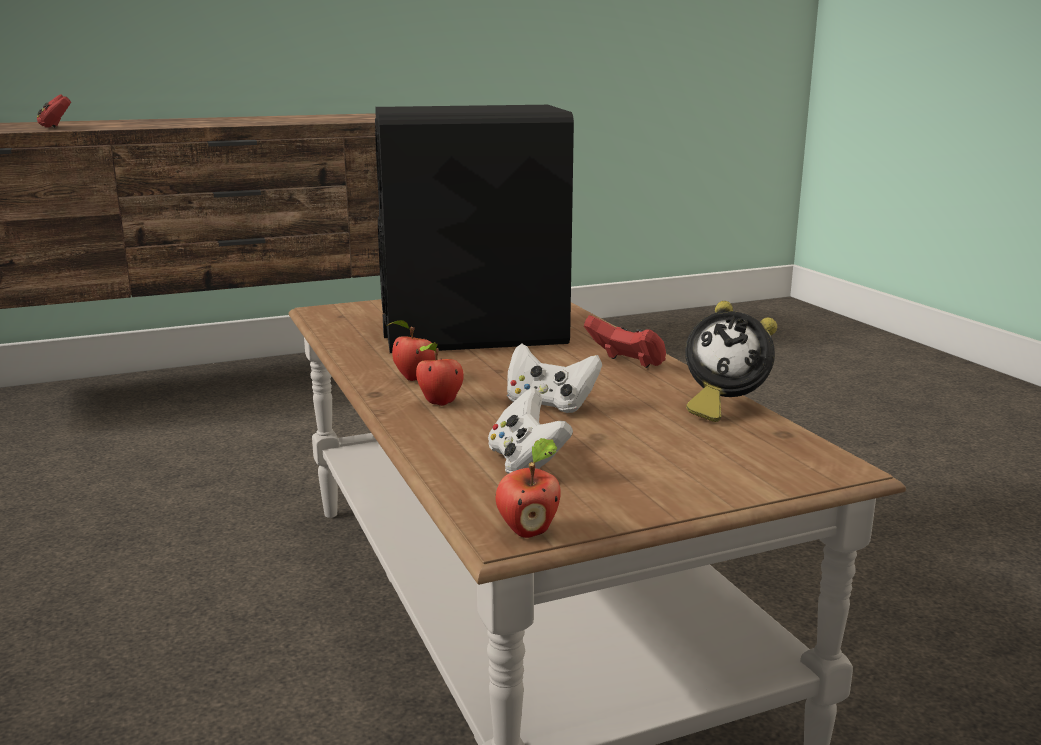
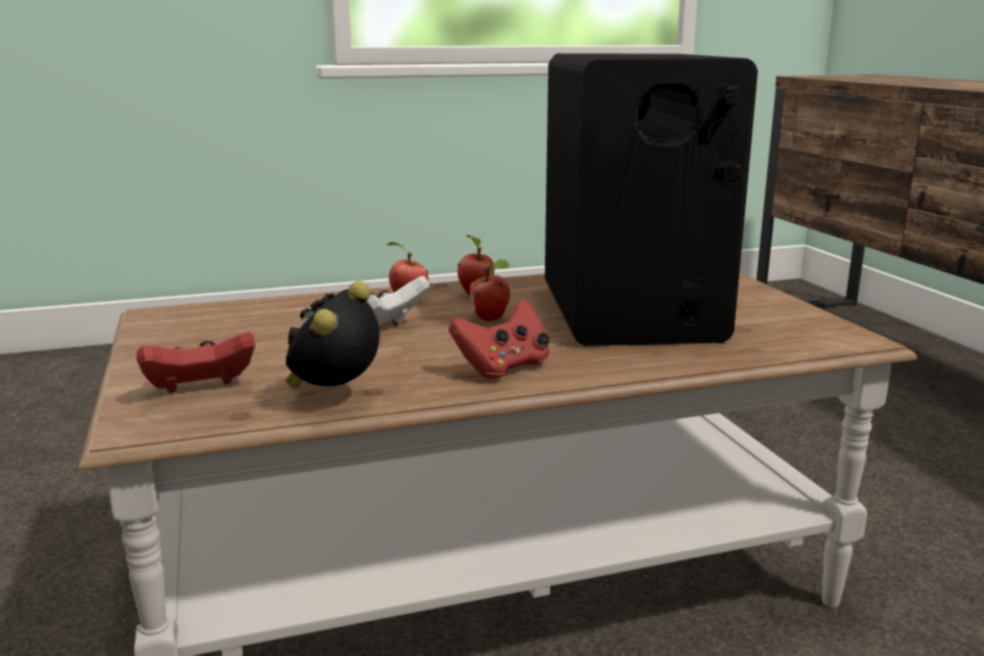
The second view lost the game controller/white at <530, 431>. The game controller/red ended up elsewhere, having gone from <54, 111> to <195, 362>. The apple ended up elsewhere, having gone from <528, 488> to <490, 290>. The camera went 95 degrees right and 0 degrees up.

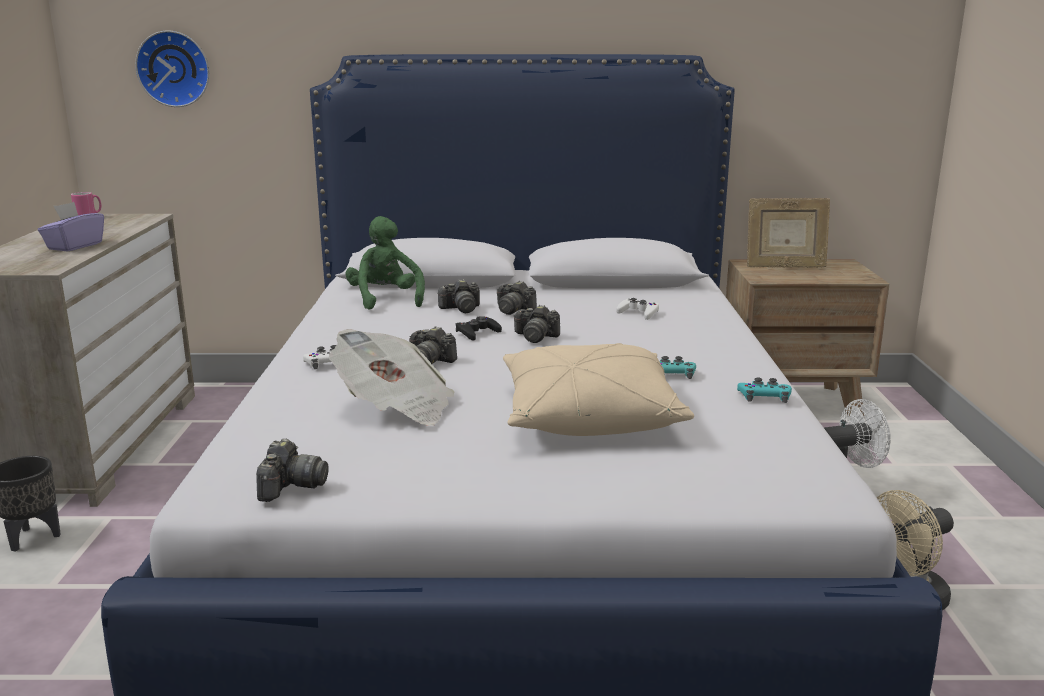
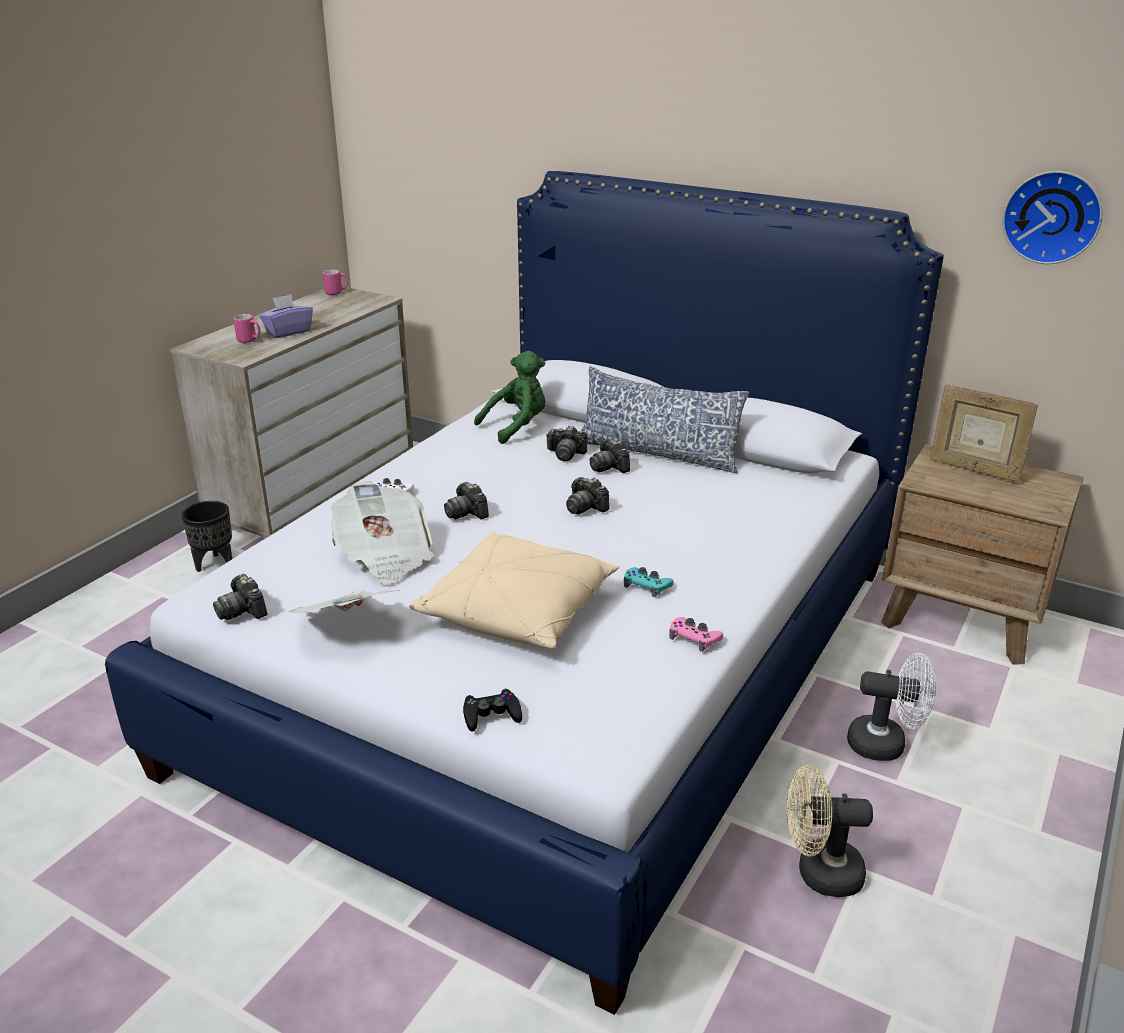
The second view lost the game controller/white at <637, 309>. The second view gained the mug/pink at <246, 328>. The second view gained the newspaper at <344, 601>. The second view gained the pillow at <665, 419>. The wall clock ended up elsewhere, having gone from <172, 68> to <1052, 217>. The game controller/black ended up elsewhere, having gone from <478, 328> to <492, 710>. What was the game controller/turquoise at <764, 390> turned into the game controller/pink at <696, 634>. The photo camera at <292, 470> ended up facing another way, 105 degrees clockwise from before. The plush toy/green at <385, 263> ended up facing another way, 45 degrees clockwise from before. The camera went 30 degrees right and 10 degrees up.

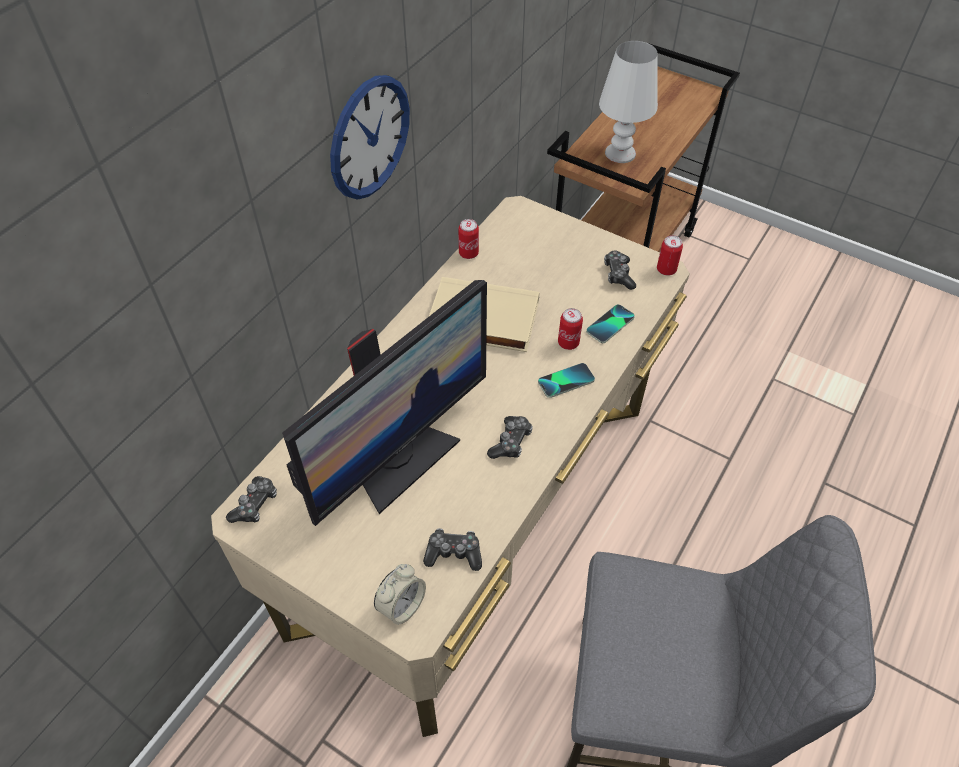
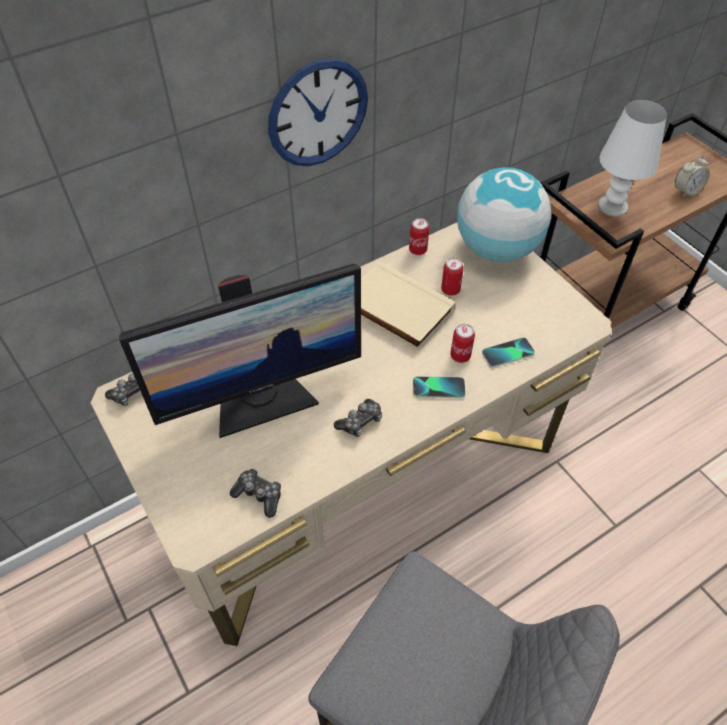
The second view lost the game controller at <620, 270>. The second view gained the globe at <504, 214>. The alarm clock ended up elsewhere, having gone from <400, 594> to <692, 176>. The can ended up elsewhere, having gone from <670, 255> to <452, 277>. The camera went 25 degrees right and 0 degrees up.

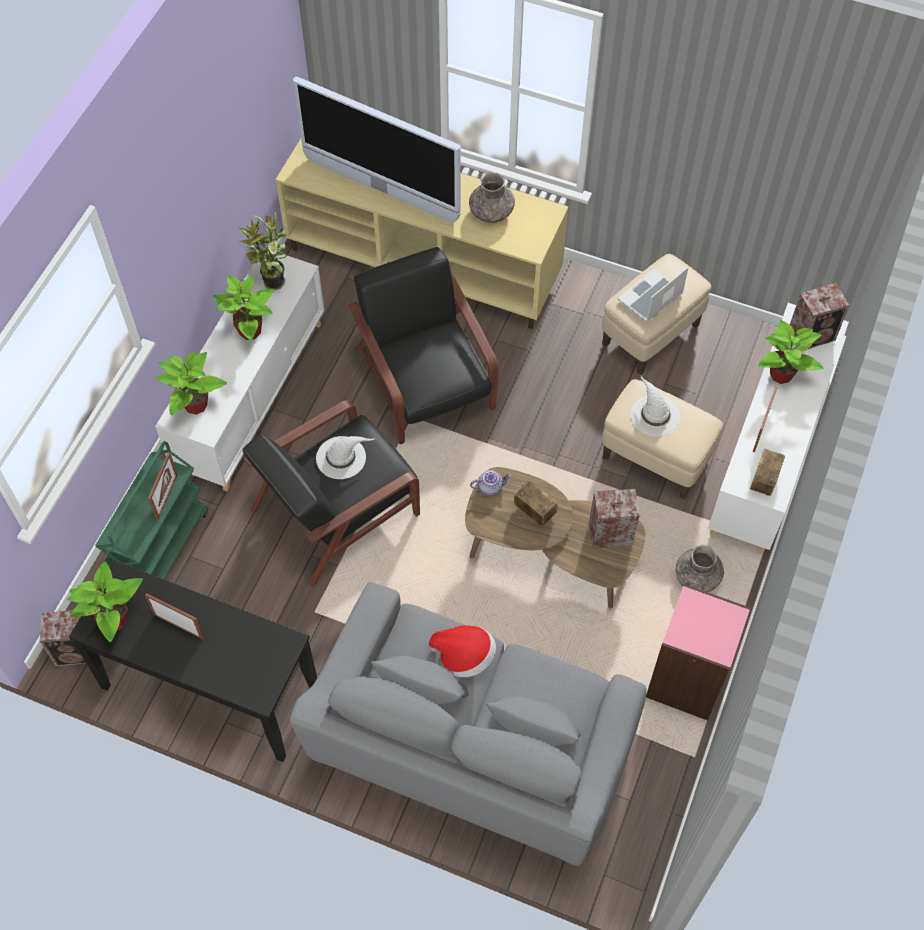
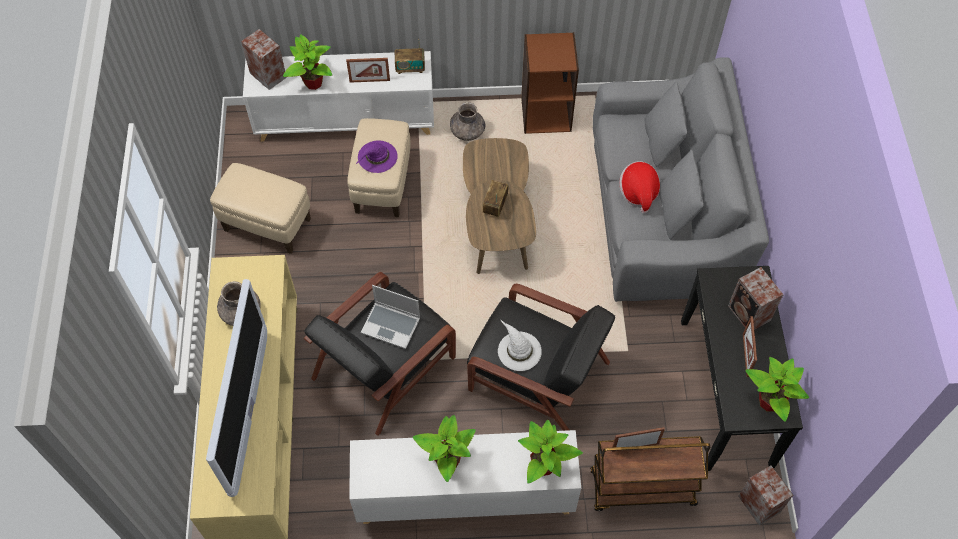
The second view lost the potted plant at <263, 250>. The second view lost the teapot at <490, 483>. The speaker ended up elsewhere, having gone from <614, 518> to <756, 298>. The laptop ended up elsewhere, having gone from <653, 295> to <390, 317>. What was the cart/green at <151, 510> turned into the cart/brown at <650, 473>. What was the hat/white at <655, 406> turned into the hat/purple at <377, 157>. What was the bookcase/pink at <698, 652> turned into the bookcase/brown at <550, 83>. The camera went 115 degrees left and 0 degrees up.

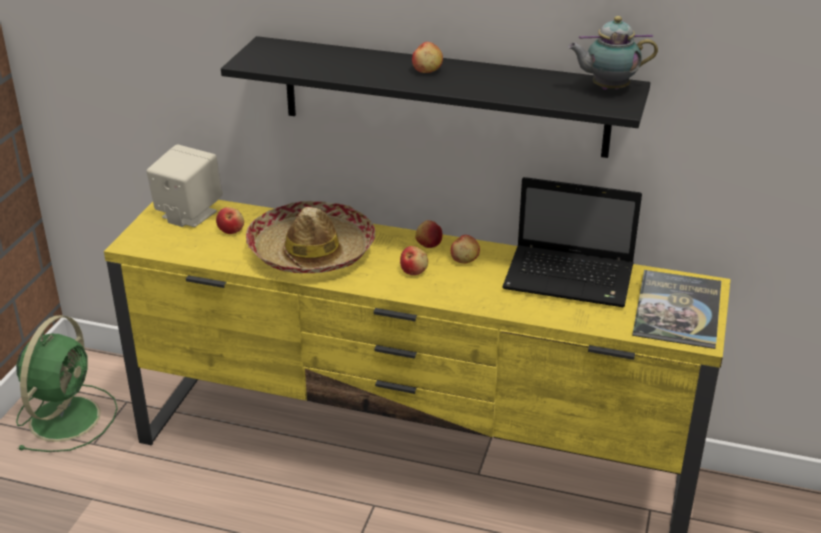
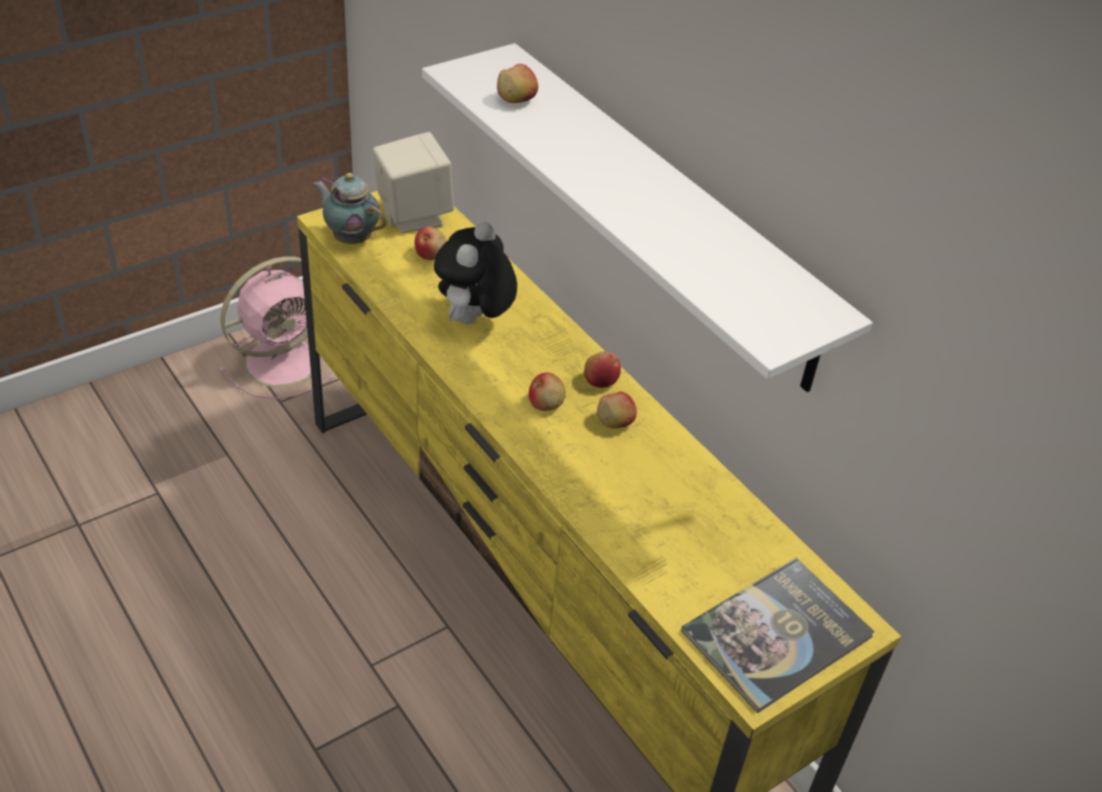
The second view lost the laptop at <572, 242>. The apple ended up elsewhere, having gone from <427, 57> to <517, 83>. The teapot ended up elsewhere, having gone from <613, 53> to <349, 208>. Where the hat stood at <310, 237>, the plush toy came to stand at <475, 273>. What was the fan/green at <67, 383> turned into the fan/pink at <276, 327>. What was the shelf/black at <435, 97> turned into the shelf/white at <647, 217>. The camera went 35 degrees right and 10 degrees up.

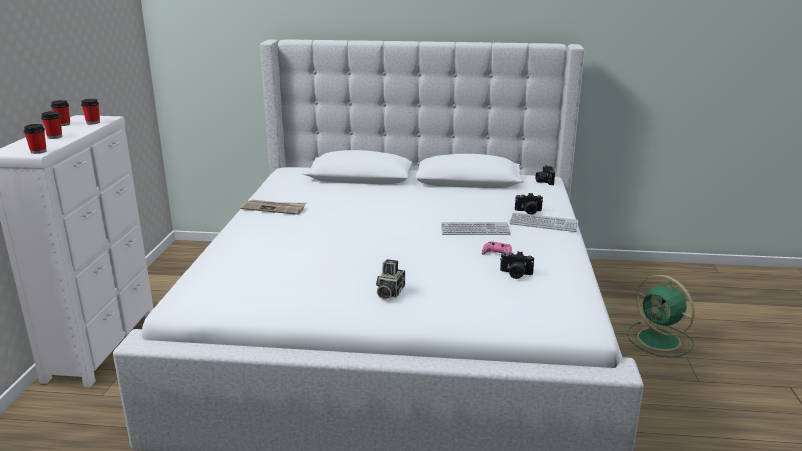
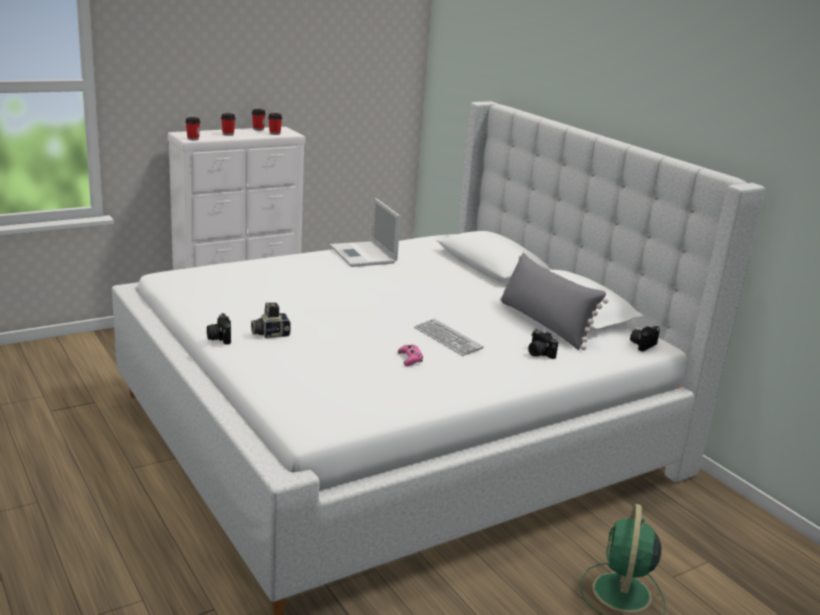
The second view lost the keyboard at <544, 222>. The second view gained the pillow/grey at <554, 301>. The photo camera ended up elsewhere, having gone from <517, 265> to <219, 329>. Where the newspaper stood at <273, 207>, the laptop came to stand at <365, 232>. The camera went 50 degrees right and 0 degrees up.

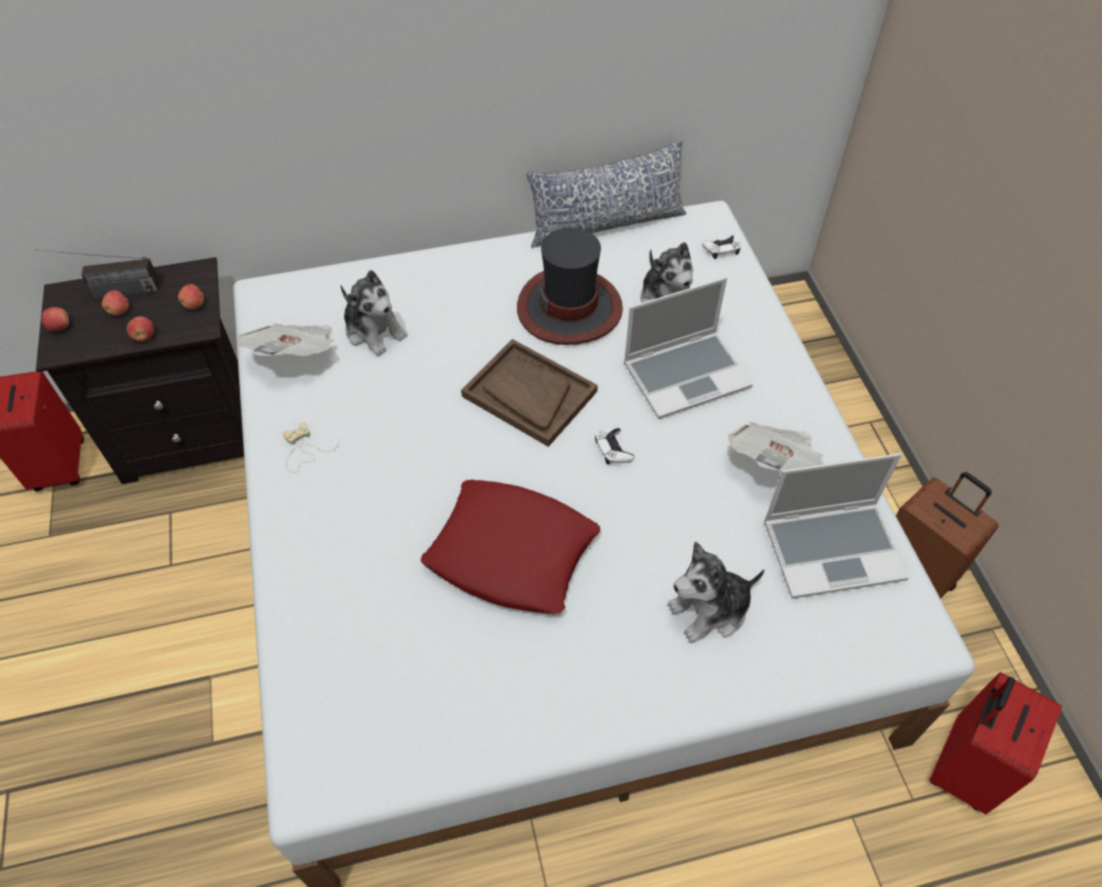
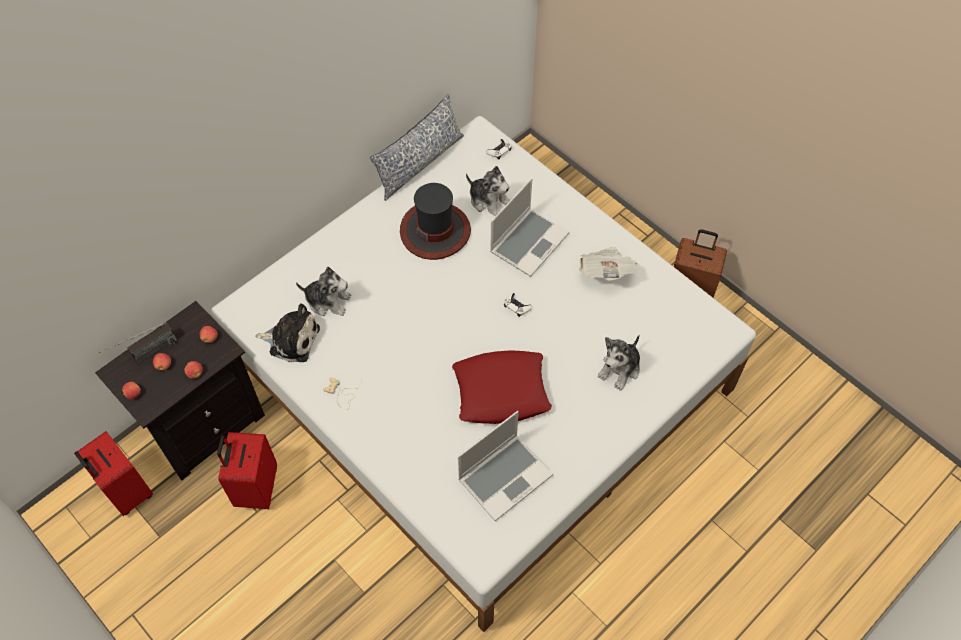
The second view lost the tray/brown at <529, 393>. The laptop ended up elsewhere, having gone from <836, 526> to <505, 466>. The suitcase/red ended up elsewhere, having gone from <995, 743> to <247, 470>. Where the newspaper stood at <285, 340>, the plush toy came to stand at <287, 332>. The camera went 30 degrees left and 5 degrees up.

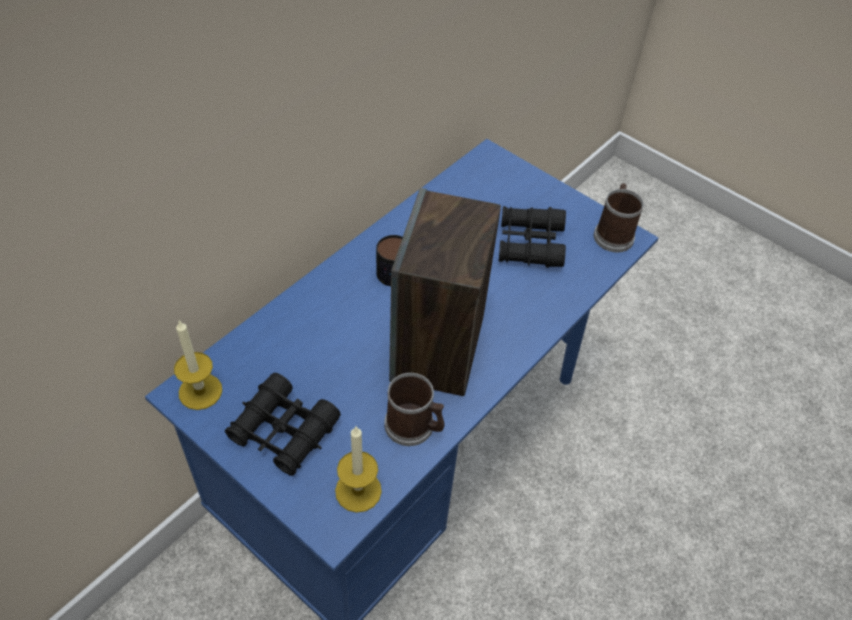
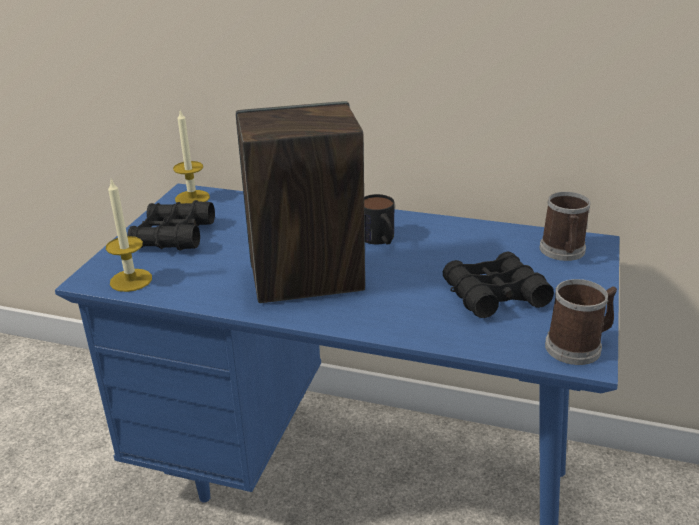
The mug ended up elsewhere, having gone from <415, 409> to <565, 226>. The camera went 70 degrees right and 20 degrees down.

